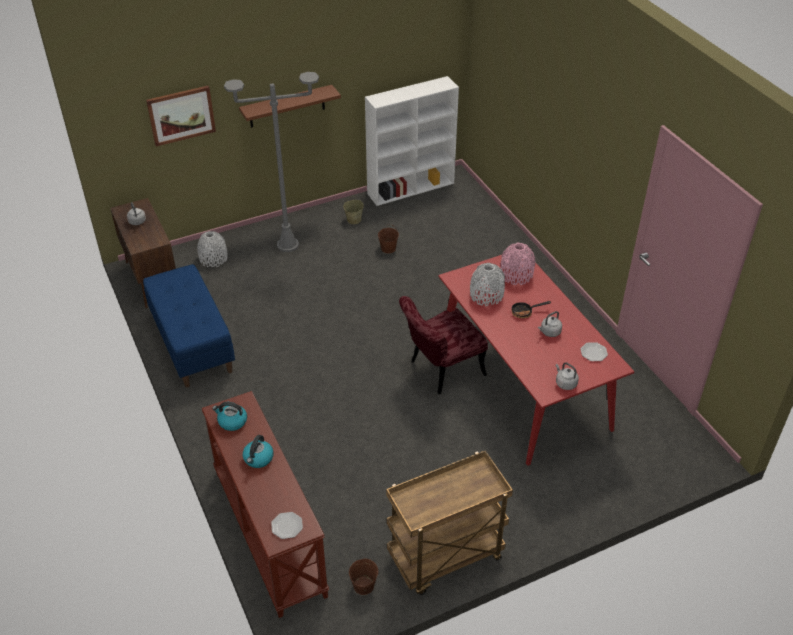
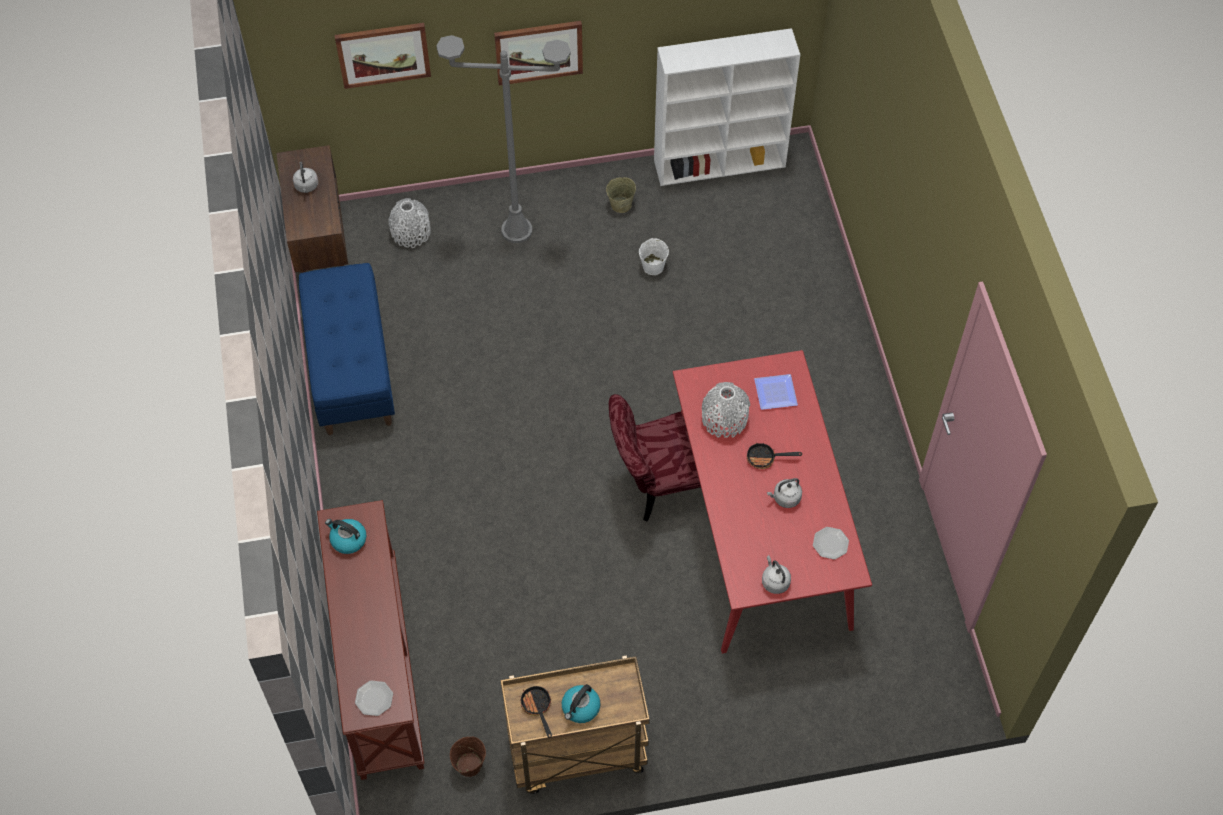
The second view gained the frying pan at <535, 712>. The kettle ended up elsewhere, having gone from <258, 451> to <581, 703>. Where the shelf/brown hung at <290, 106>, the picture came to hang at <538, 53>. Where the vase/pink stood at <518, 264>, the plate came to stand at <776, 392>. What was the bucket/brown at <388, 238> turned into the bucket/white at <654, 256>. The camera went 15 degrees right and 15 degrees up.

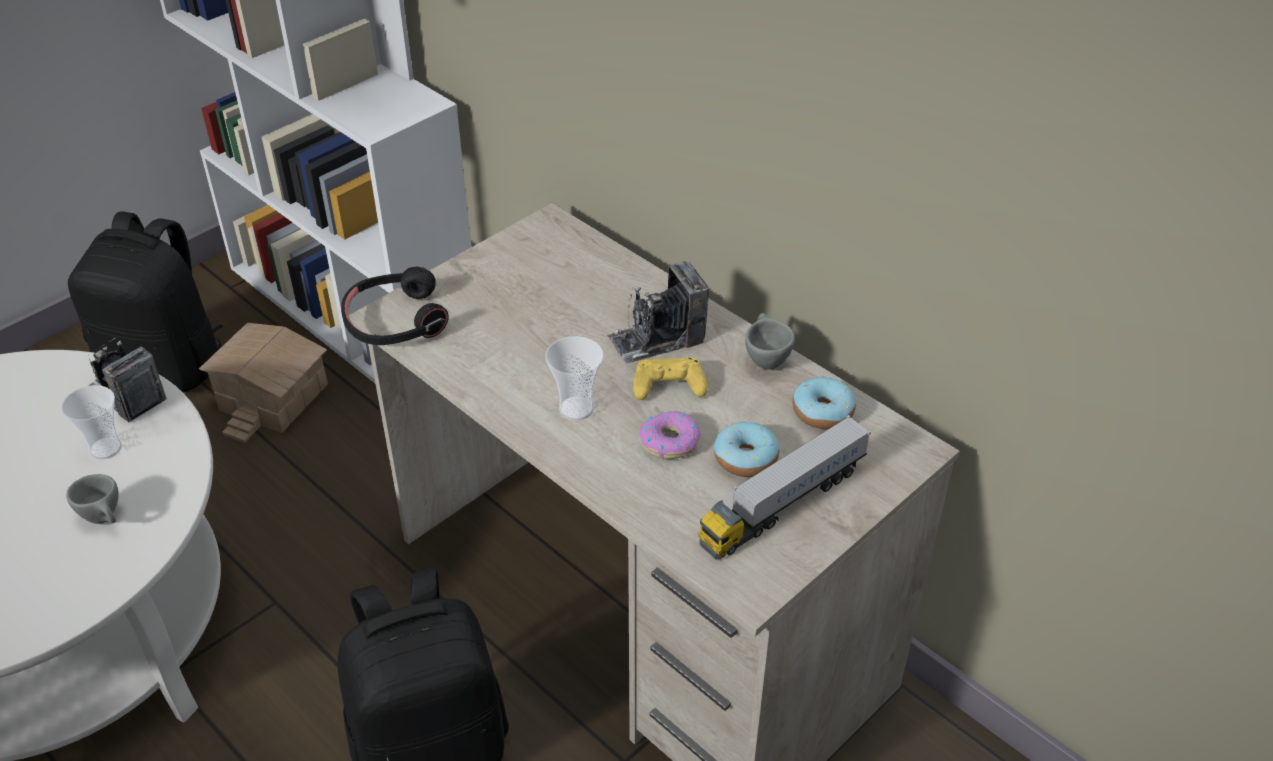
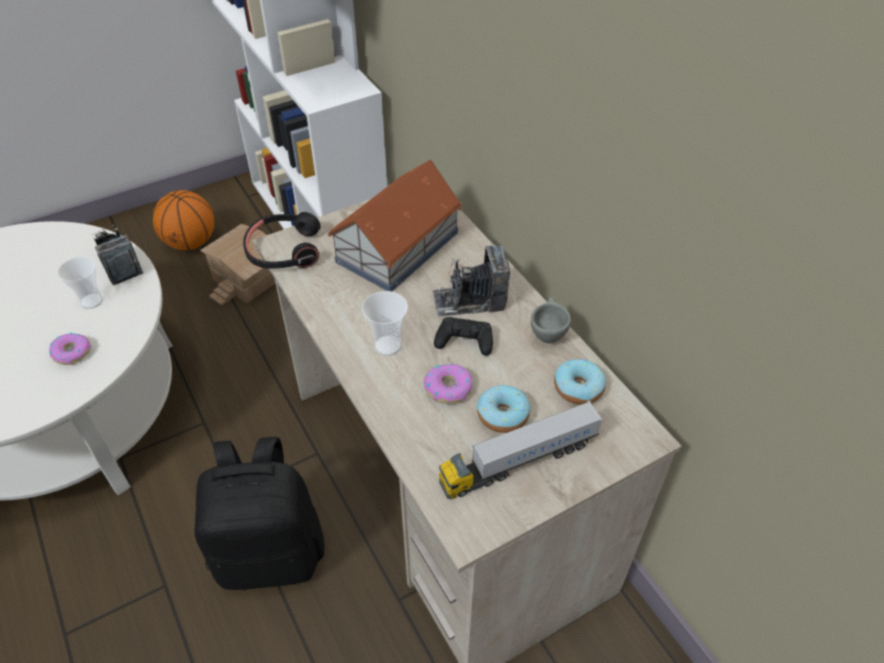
The second view gained the toy house at <395, 225>. Where the cup/grey stood at <92, 499>, the donut came to stand at <70, 348>. Where the backpack/black stood at <145, 301>, the basketball came to stand at <183, 220>. What was the game controller/yellow at <670, 378> turned into the game controller/black at <463, 336>. The camera went 15 degrees right and 5 degrees up.

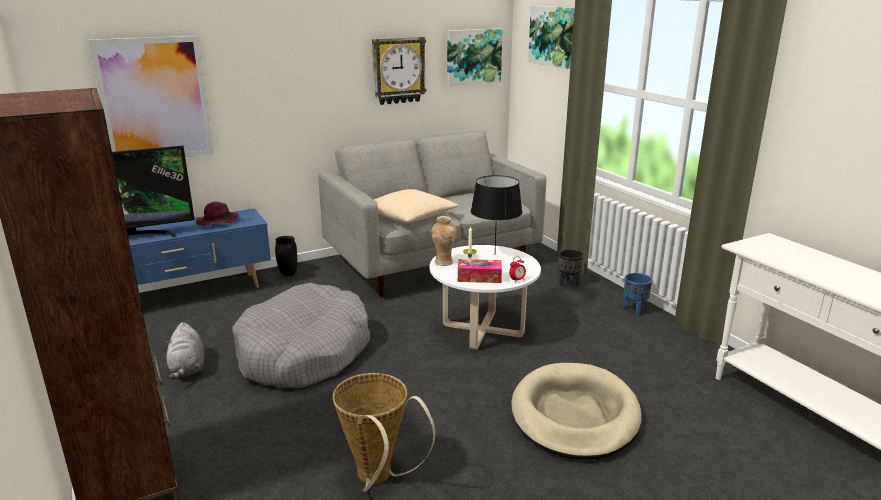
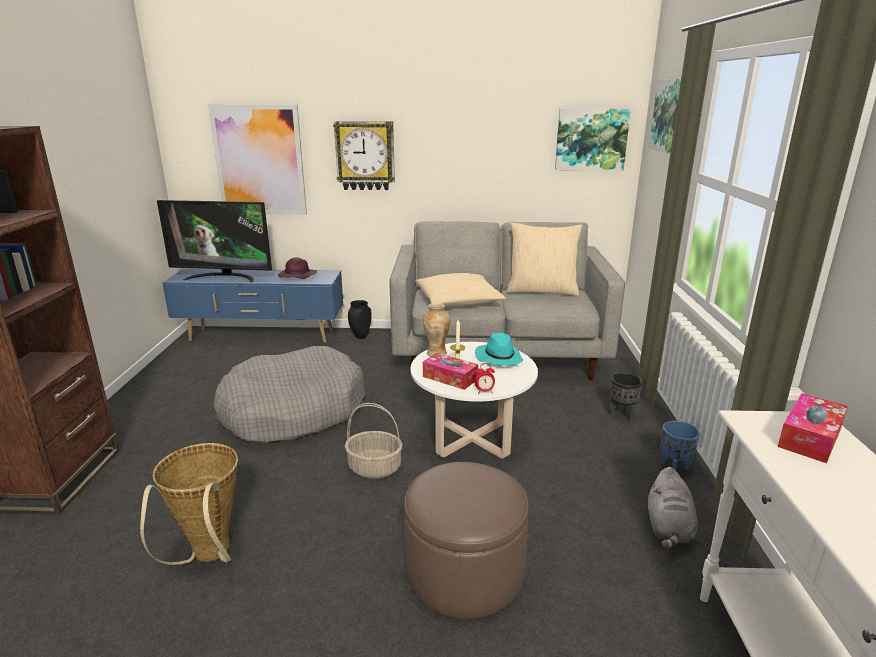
The second view gained the basket at <374, 441>. The second view gained the pillow/beige at <544, 259>. The second view gained the tissue box at <813, 428>. The plush toy/grey ended up elsewhere, having gone from <185, 350> to <673, 507>. The wall clock ended up elsewhere, having gone from <399, 71> to <364, 155>. Where the table lamp/black stood at <496, 212>, the hat/turquoise came to stand at <499, 349>. Where the dog bed/beige stood at <576, 411>, the ottoman/brown came to stand at <466, 540>. The camera went 30 degrees right and 0 degrees up.

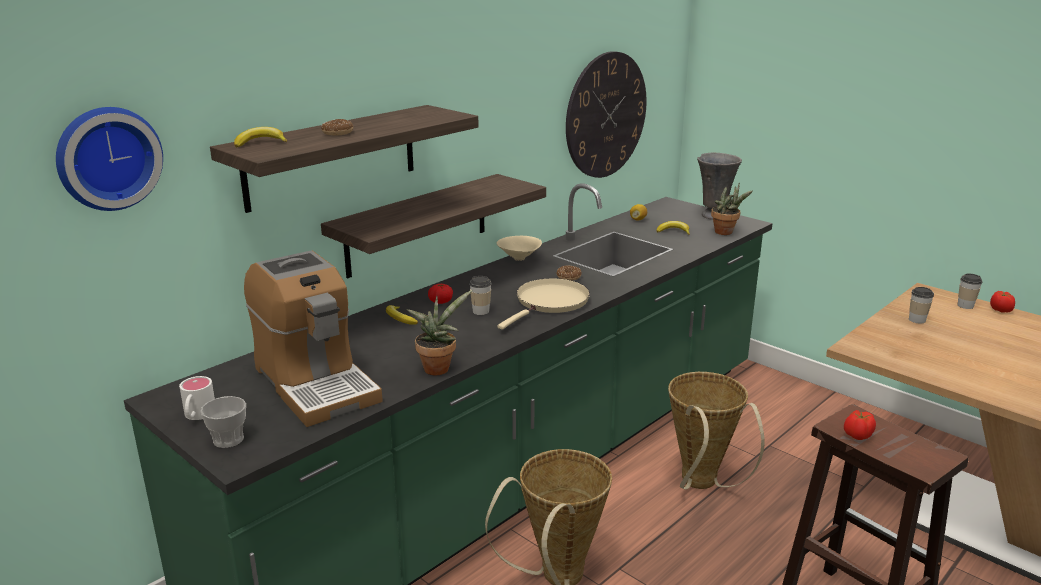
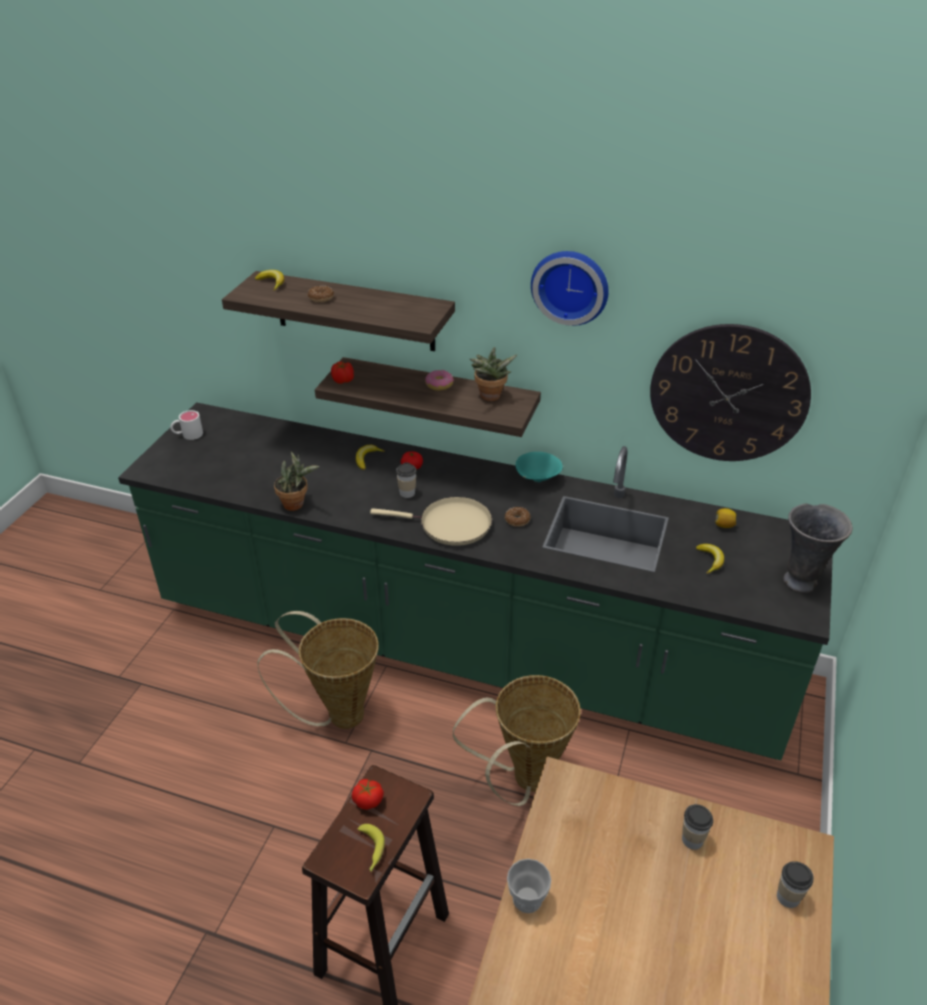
The second view lost the coffee machine at <313, 338>. The second view gained the banana at <371, 848>. The second view gained the donut at <439, 380>. The wall clock ended up elsewhere, having gone from <109, 159> to <569, 288>. The cup ended up elsewhere, having gone from <223, 422> to <529, 886>. The potted plant ended up elsewhere, having gone from <732, 209> to <494, 374>. The tomato ended up elsewhere, having gone from <1002, 302> to <342, 372>. What was the bowl/beige at <519, 248> turned into the bowl/turquoise at <539, 467>. The camera went 65 degrees right and 15 degrees up.

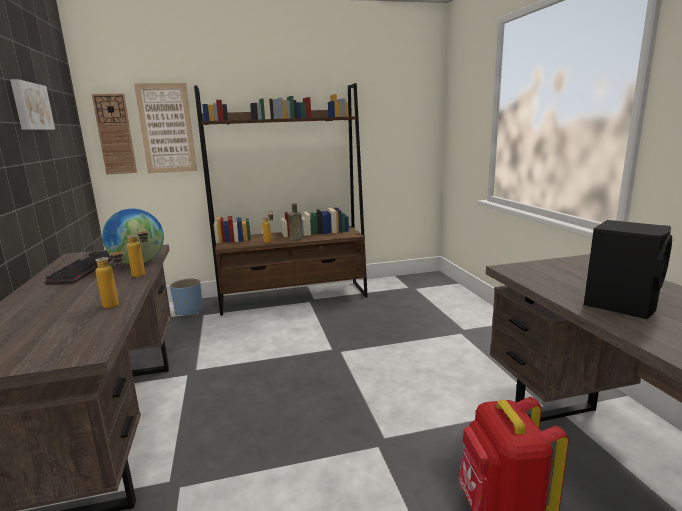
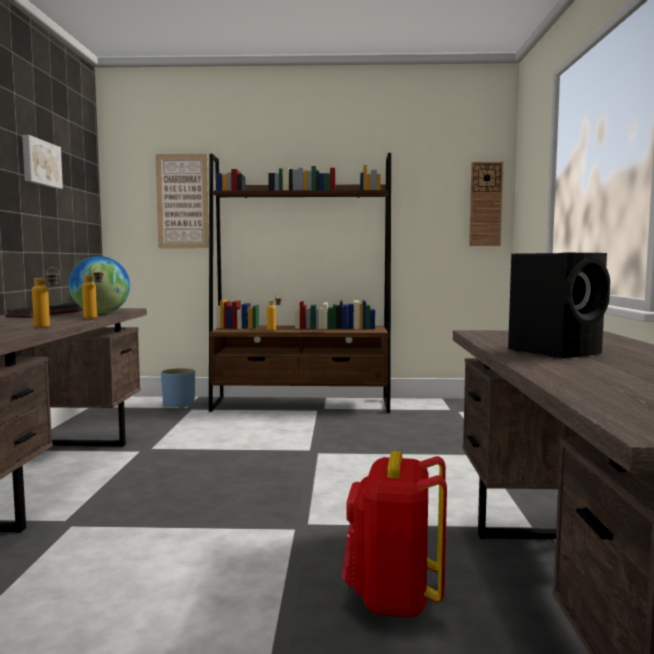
The second view lost the bottle/brown at <295, 222>. The wall clock ended up elsewhere, having gone from <114, 134> to <486, 204>. The camera went 15 degrees right and 10 degrees down.

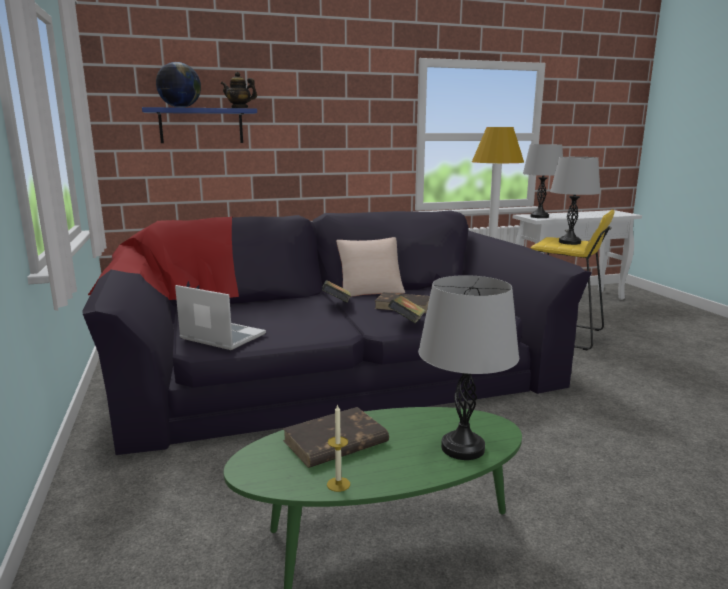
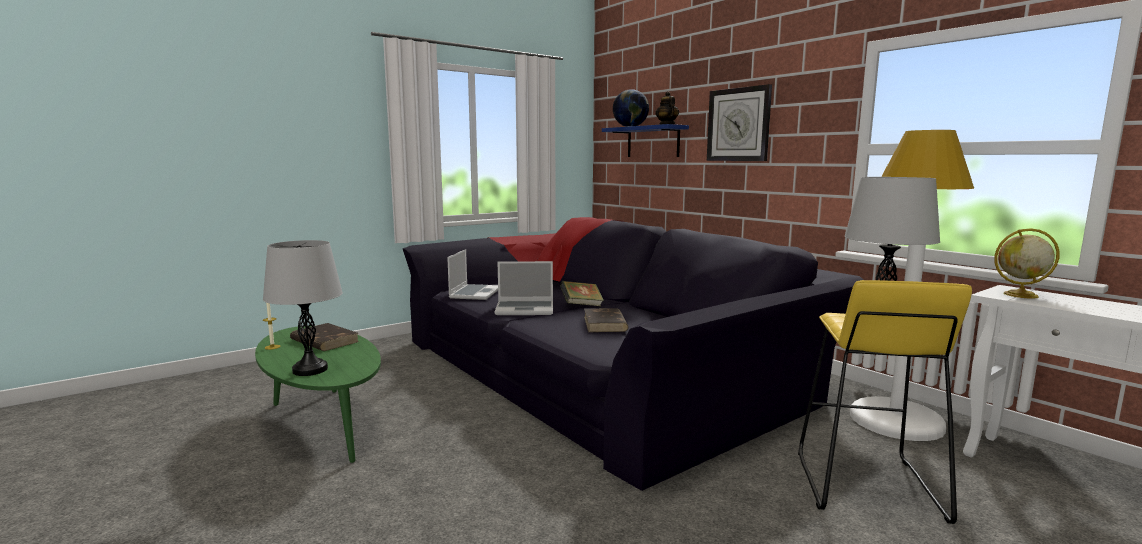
The second view lost the pillow/beige at <370, 266>. The second view lost the book at <407, 309>. The second view gained the laptop at <524, 288>. The second view gained the wall clock at <739, 122>. Where the table lamp/grey stood at <543, 181>, the globe came to stand at <1027, 263>. The camera went 70 degrees right and 5 degrees down.

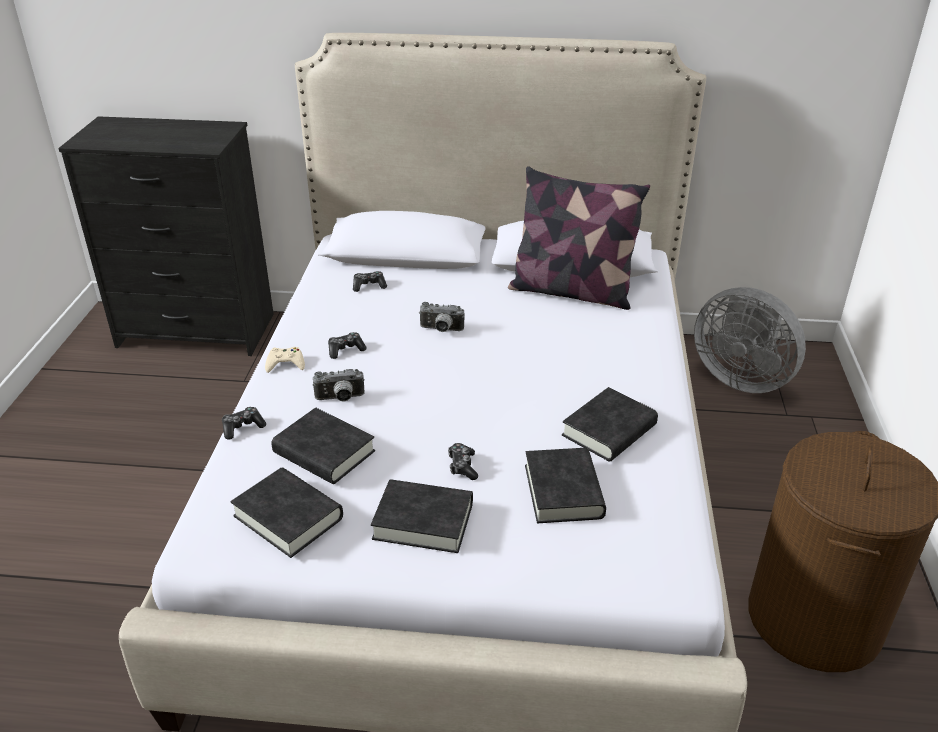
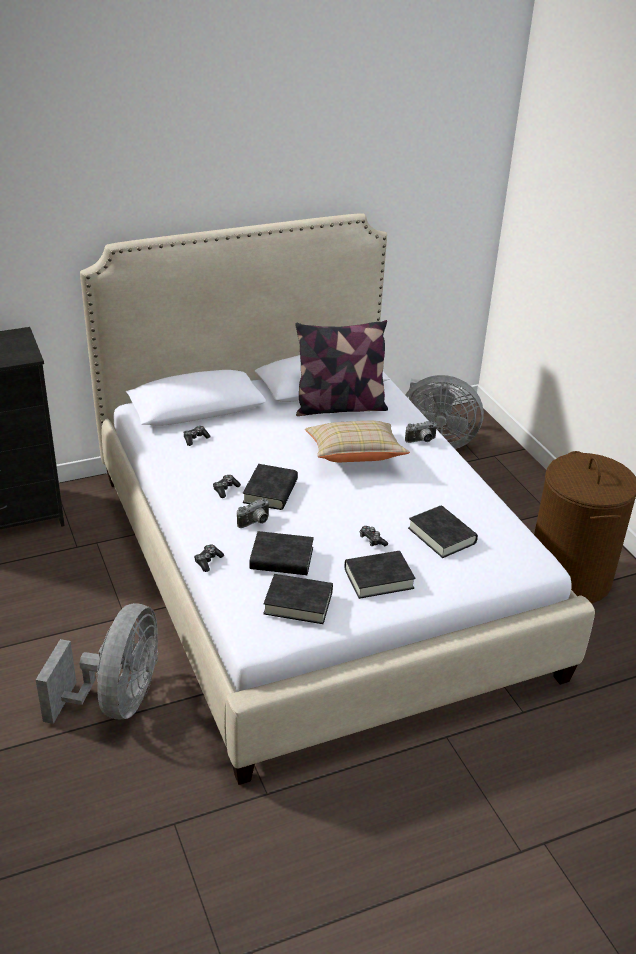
The second view lost the game controller/beige at <285, 360>. The second view gained the fan/grey at <97, 663>. The second view gained the pillow/beige at <357, 441>. The photo camera ended up elsewhere, having gone from <442, 317> to <421, 432>. The book/black ended up elsewhere, having gone from <610, 424> to <270, 487>. The camera went 30 degrees left and 0 degrees up.

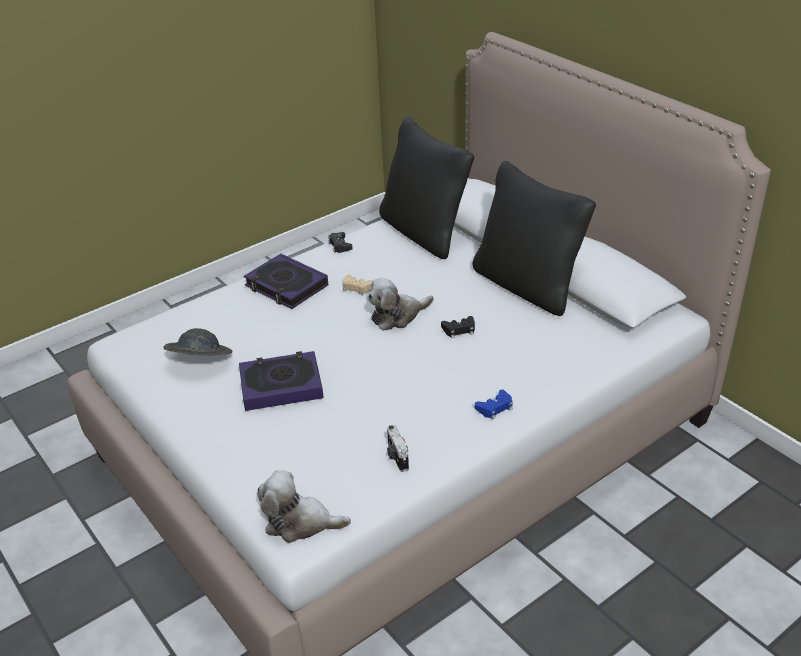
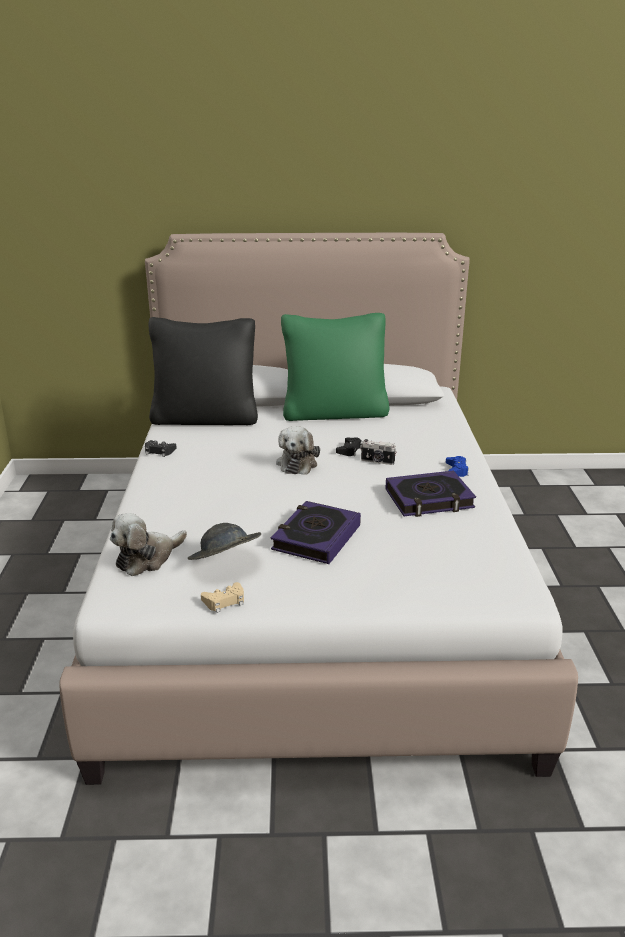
The book ended up elsewhere, having gone from <286, 281> to <431, 493>. The plush toy ended up elsewhere, having gone from <304, 506> to <148, 544>. The game controller/beige ended up elsewhere, having gone from <358, 285> to <222, 597>. The photo camera ended up elsewhere, having gone from <398, 448> to <378, 452>. What was the pillow/black at <534, 238> turned into the pillow/green at <335, 367>. The camera went 55 degrees left and 10 degrees down.

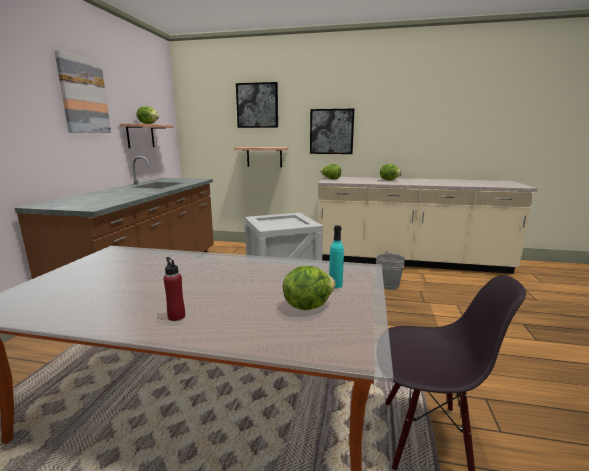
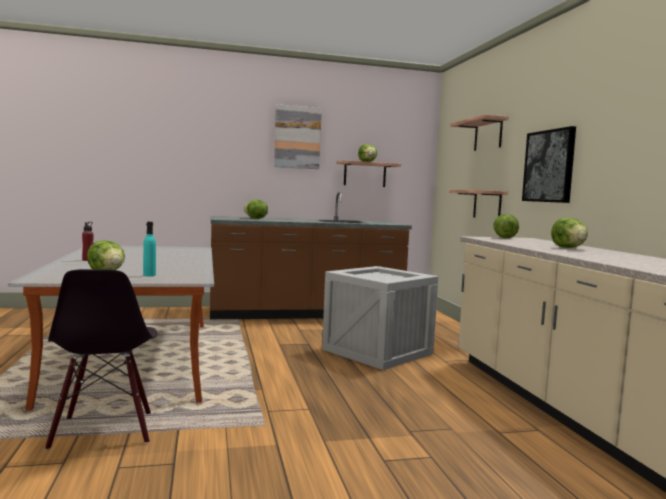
The second view lost the bucket/grey at <391, 270>. The second view gained the lettuce at <256, 209>. Where the picture hung at <257, 105>, the shelf came to hang at <479, 133>. The camera went 65 degrees right and 10 degrees down.

